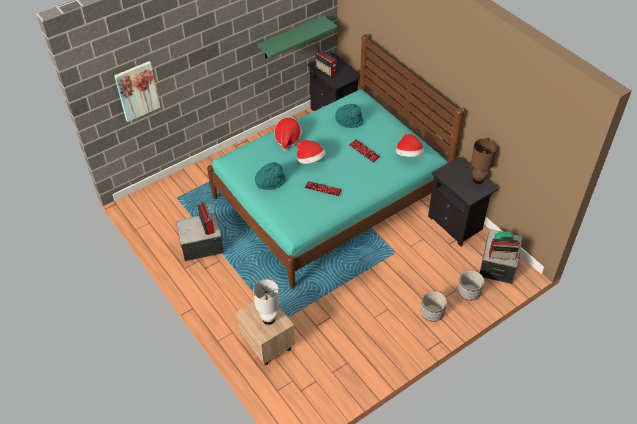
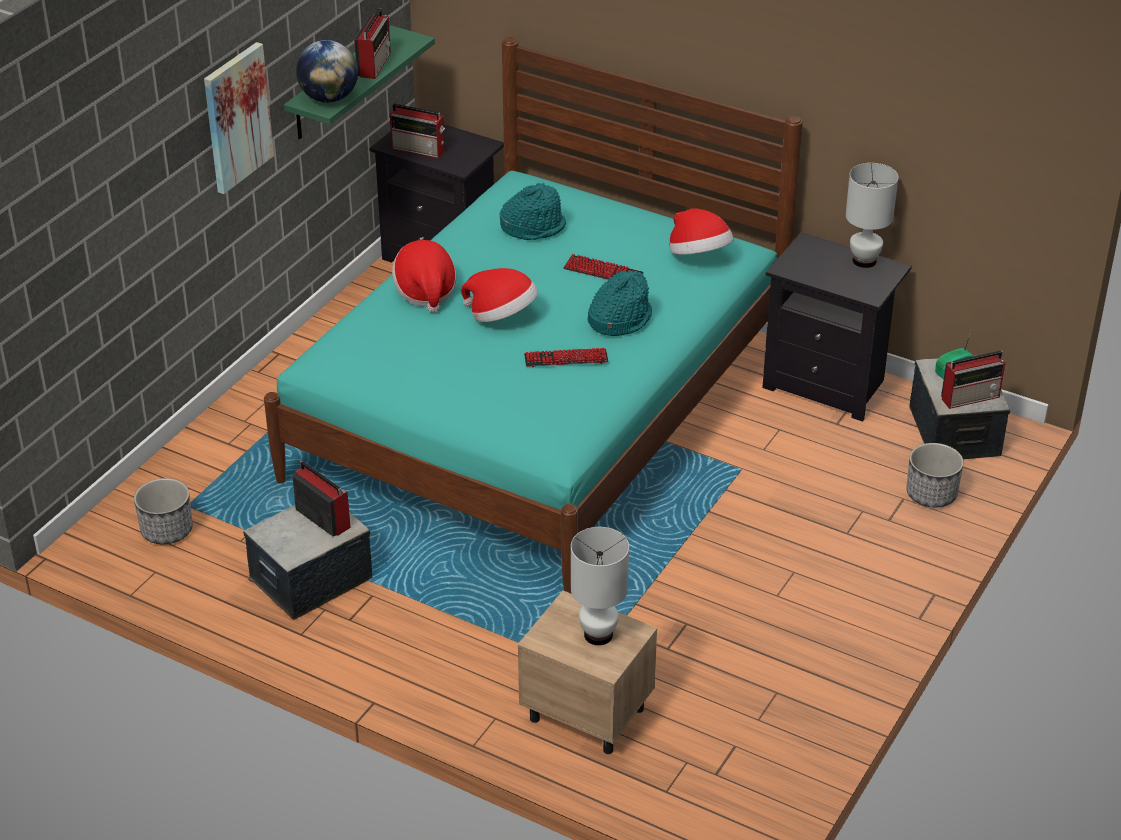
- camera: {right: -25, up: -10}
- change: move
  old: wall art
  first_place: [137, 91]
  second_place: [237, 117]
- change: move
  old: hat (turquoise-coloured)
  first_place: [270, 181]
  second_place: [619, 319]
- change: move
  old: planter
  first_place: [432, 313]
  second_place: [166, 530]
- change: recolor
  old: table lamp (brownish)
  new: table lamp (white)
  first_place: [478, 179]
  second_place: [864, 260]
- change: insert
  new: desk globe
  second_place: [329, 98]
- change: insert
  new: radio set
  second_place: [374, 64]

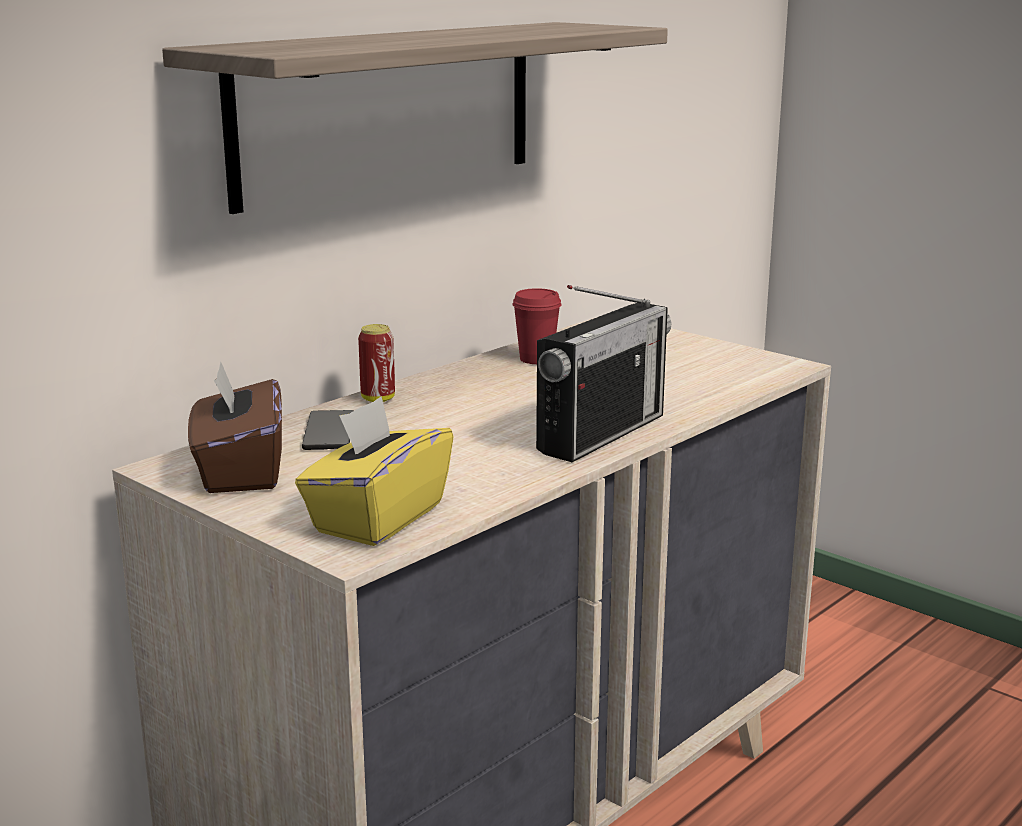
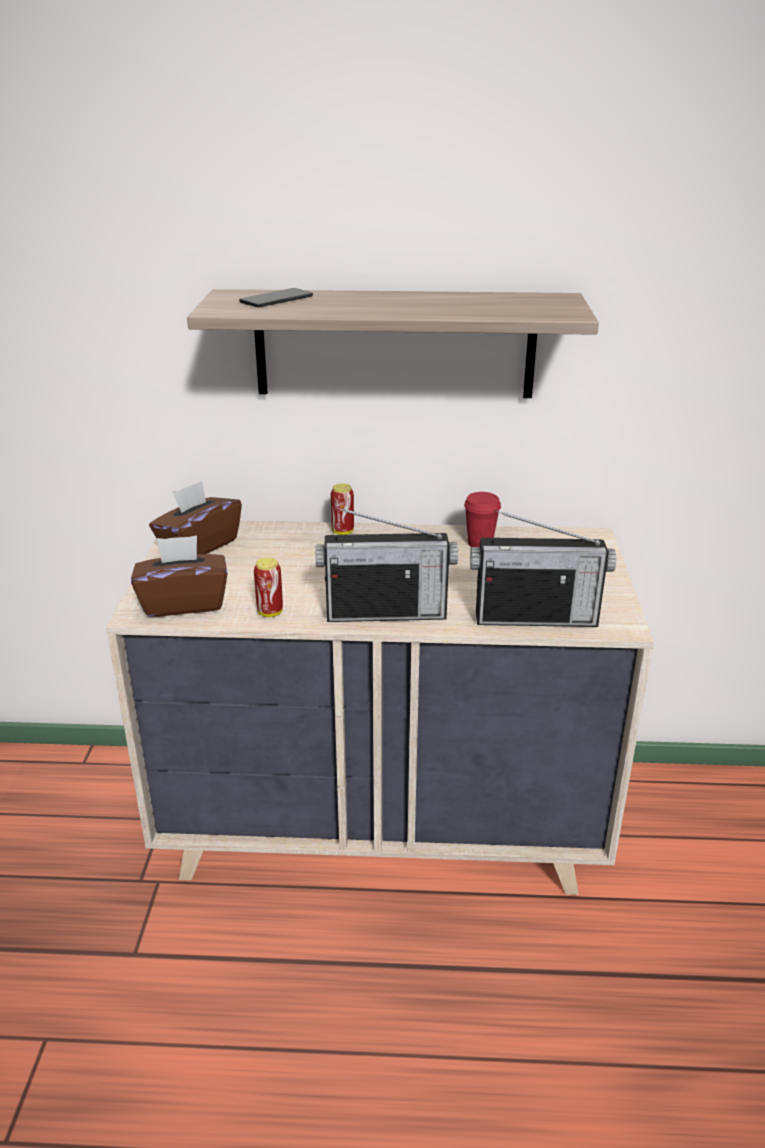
- camera: {right: 50, up: 10}
- change: recolor
  old: box of tissues (yellowish)
  new: box of tissues (brownish)
  first_place: [377, 518]
  second_place: [184, 603]
- change: move
  old: telephone
  first_place: [329, 432]
  second_place: [276, 299]
- change: insert
  new: sealed can
  second_place: [270, 612]
- change: insert
  new: radio set
  second_place: [535, 618]

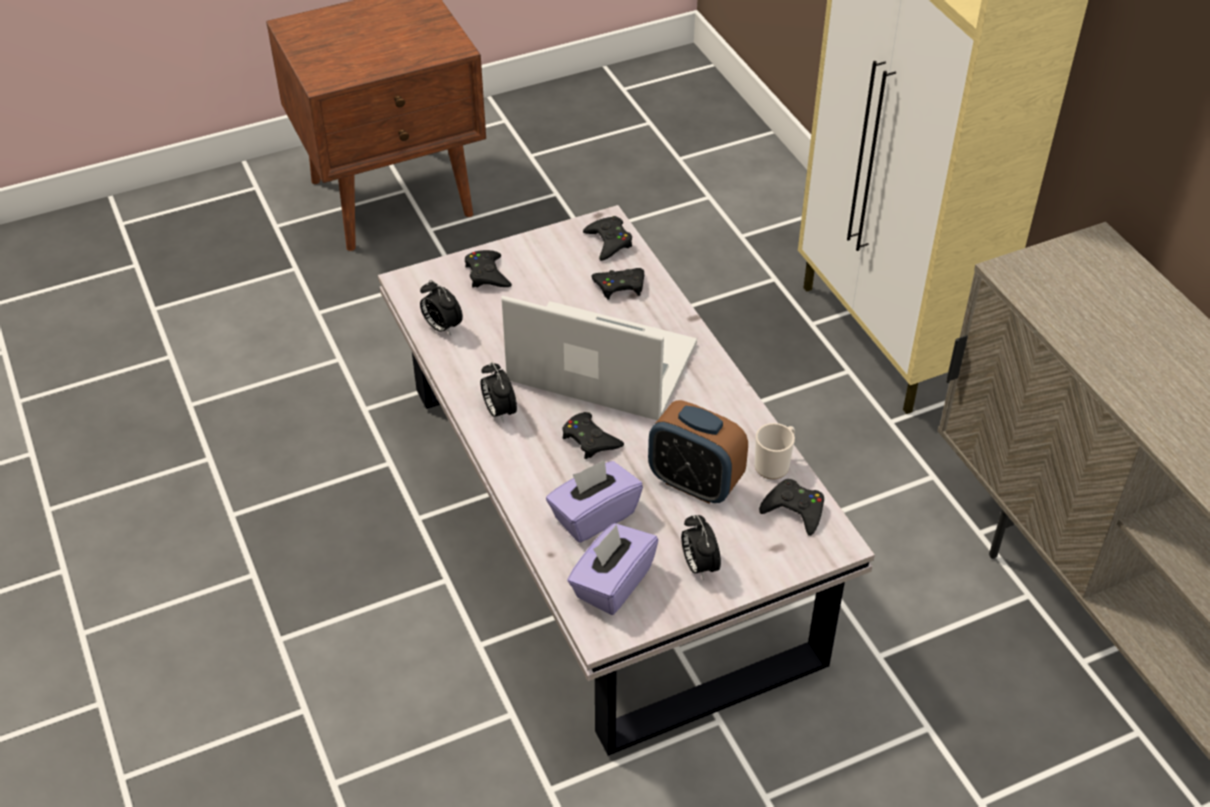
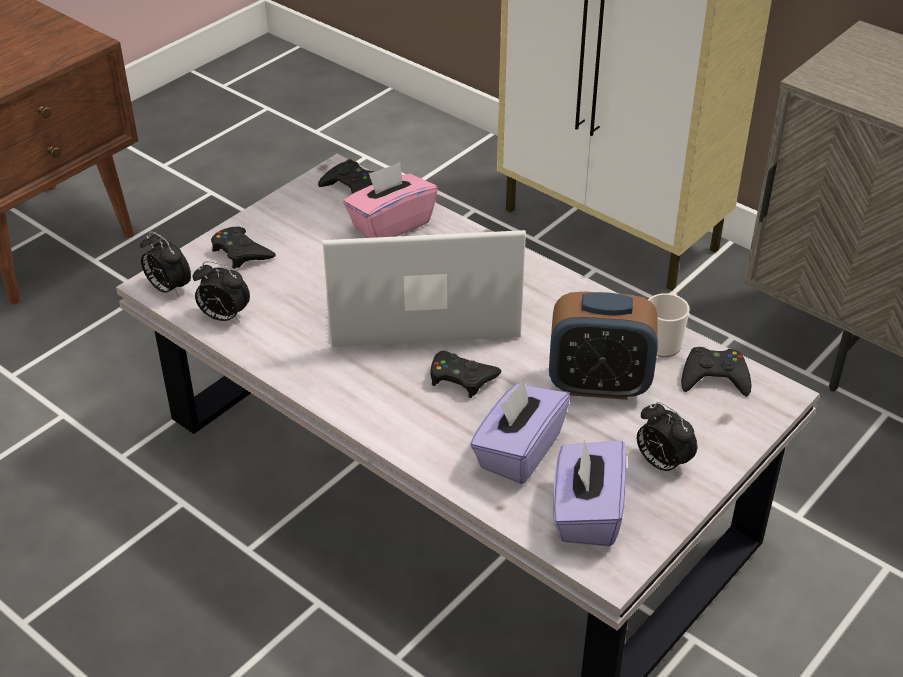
- camera: {right: -25, up: -5}
- change: move
  old: table clock
  first_place: [499, 411]
  second_place: [168, 288]
- change: replace
  old: game controller (black)
  new: box of tissues (pinkish)
  first_place: [620, 286]
  second_place: [390, 225]

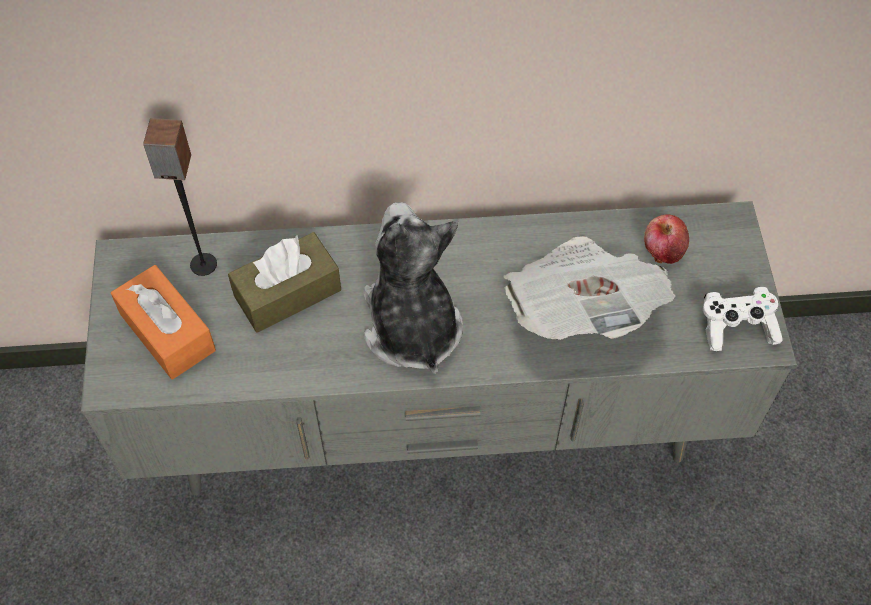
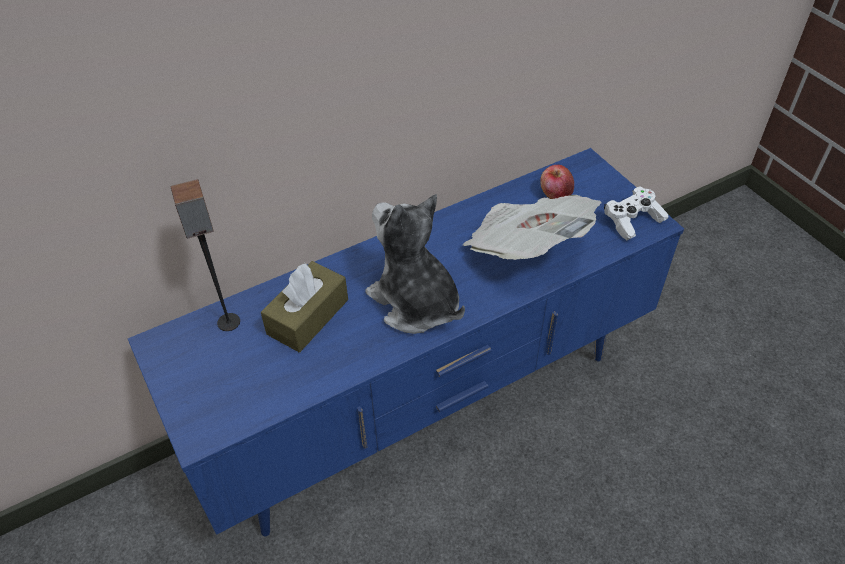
- camera: {right: -25, up: -10}
- change: recolor
  old: media console (greyish)
  new: media console (bluish)
  first_place: [435, 428]
  second_place: [424, 409]
- change: delete
  old: box of tissues (orangey)
  first_place: [167, 332]

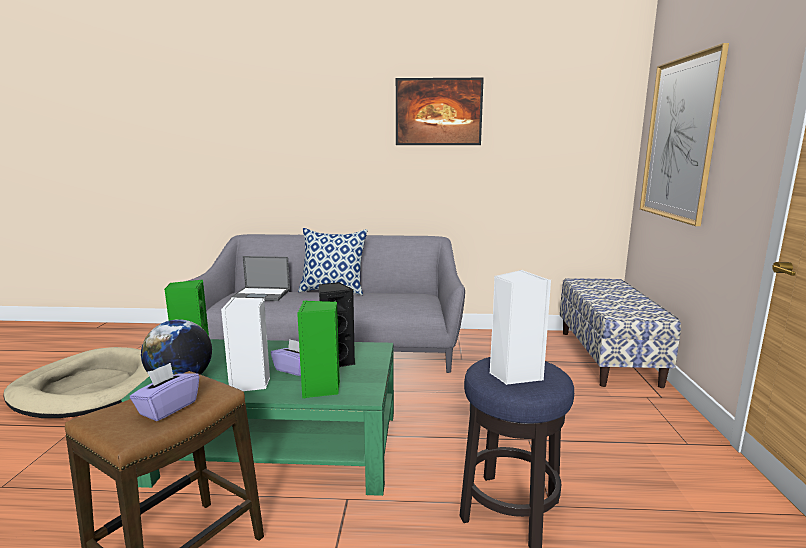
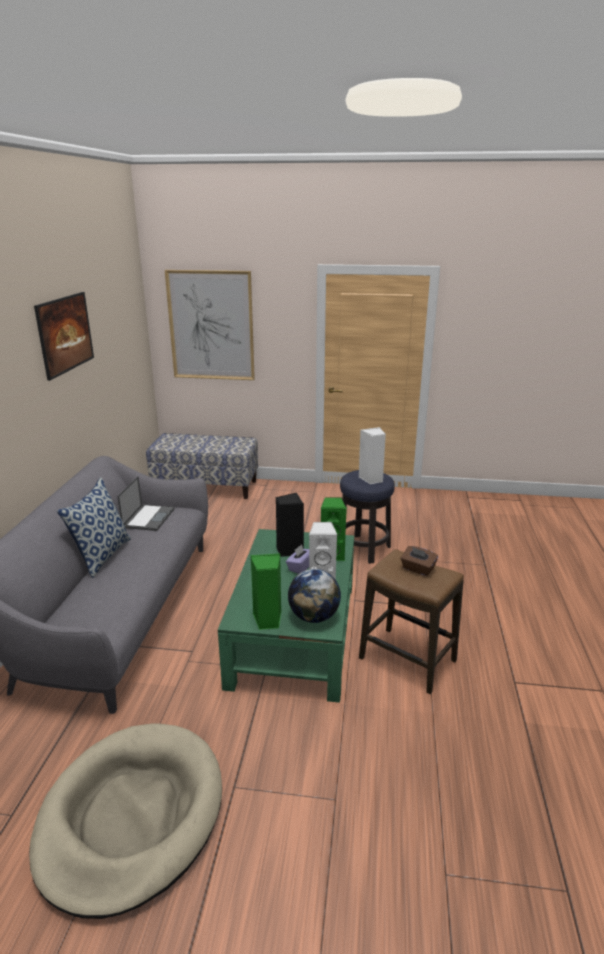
- camera: {right: -85, up: 10}
- change: recolor
  old: box of tissues (purple)
  new: box of tissues (brownish)
  first_place: [167, 408]
  second_place: [417, 569]
- change: move
  old: notebook computer
  first_place: [262, 294]
  second_place: [148, 517]

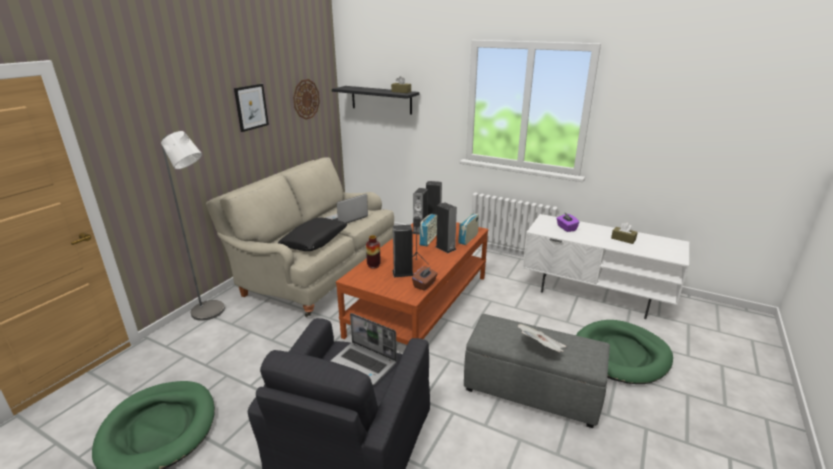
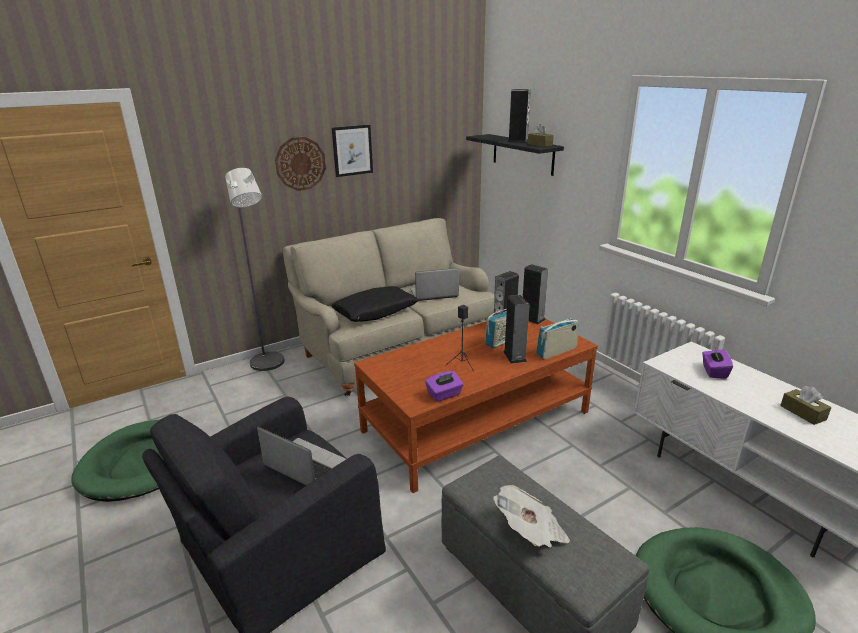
- camera: {right: 30, up: 0}
- change: move
  old: clock on the wall
  first_place: [306, 99]
  second_place: [300, 163]
- change: rotate
  old: notebook computer
  first_place: [363, 364]
  second_place: [304, 465]
  degrees: 150
- change: delete
  old: decorative vase
  first_place: [373, 265]
- change: move
  old: loudspeaker
  first_place: [403, 273]
  second_place: [518, 141]
- change: recolor
  old: box of tissues (brownish)
  new: box of tissues (purple)
  first_place: [425, 285]
  second_place: [444, 395]

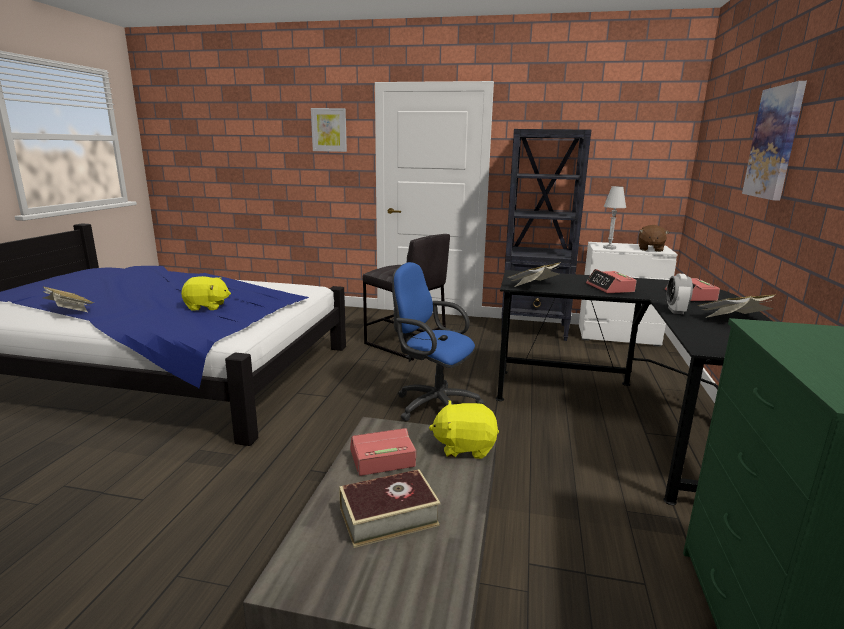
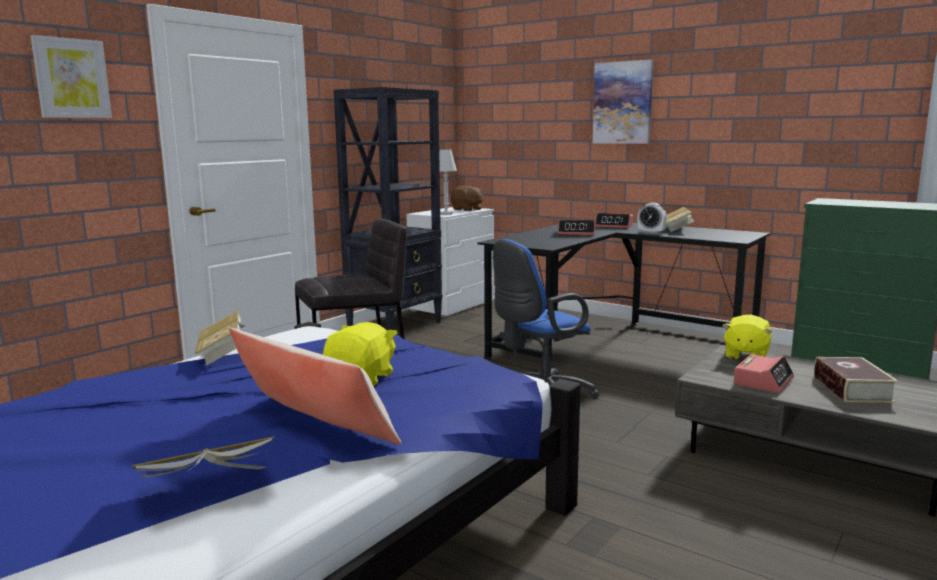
- camera: {right: -65, up: -5}
- change: rotate
  old: table clock
  first_place: [382, 458]
  second_place: [763, 381]
  degrees: -150
- change: move
  old: bound book
  first_place: [534, 285]
  second_place: [223, 353]
- change: insert
  new: pillow (beige)
  second_place: [313, 425]

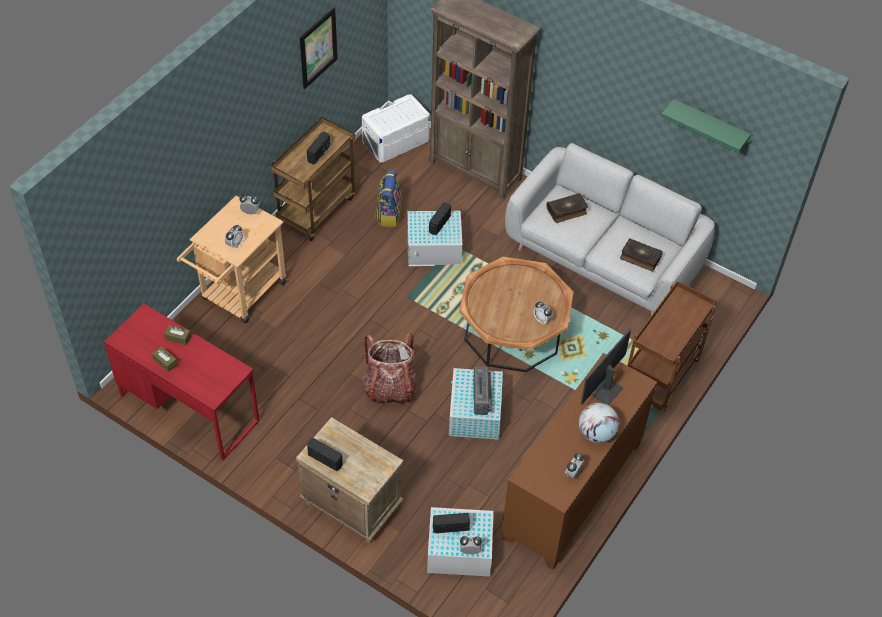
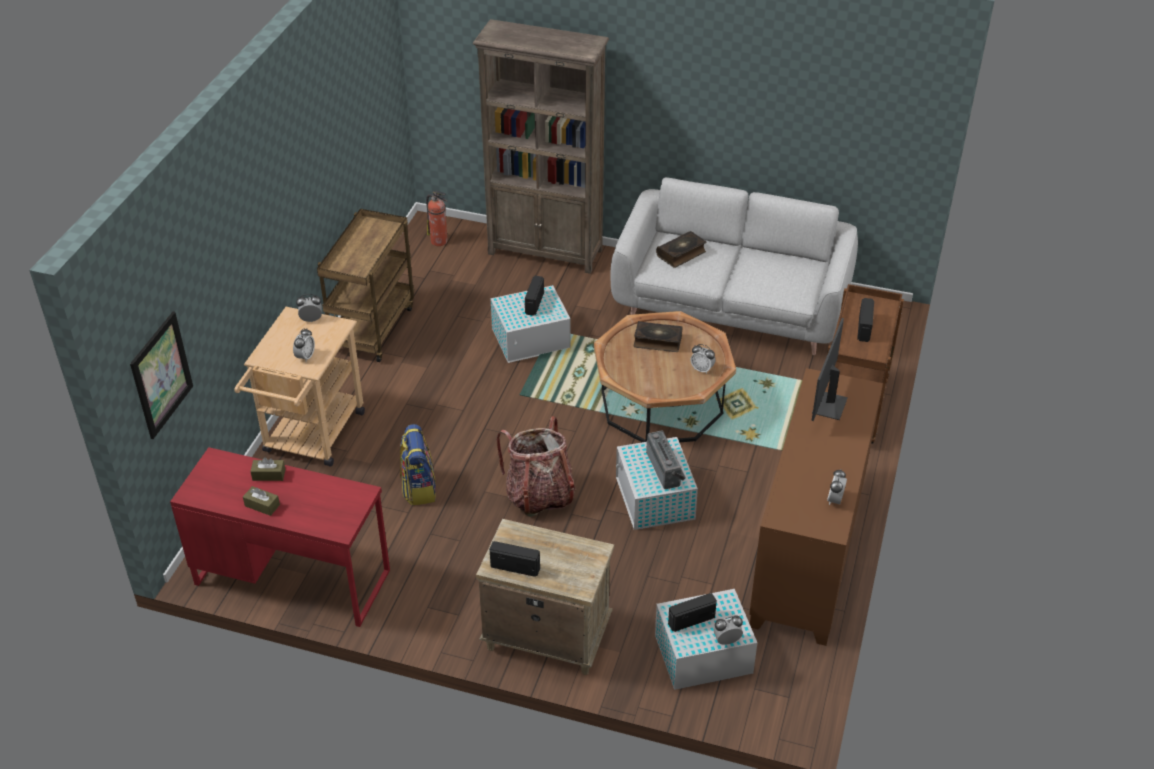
- camera: {right: -15, up: -10}
- change: move
  old: wall art
  first_place: [318, 48]
  second_place: [161, 375]
- change: move
  old: radio set
  first_place: [319, 154]
  second_place: [864, 328]
- change: replace
  old: storage container (white)
  new: extinguisher
  first_place: [395, 141]
  second_place: [440, 241]
- change: move
  old: rucksack
  first_place: [388, 214]
  second_place: [418, 488]
- change: delete
  old: desk globe
  first_place: [596, 433]
- change: move
  old: bound book
  first_place: [640, 258]
  second_place: [657, 341]
- change: delete
  old: bracket shelf (green-coloured)
  first_place: [709, 126]

